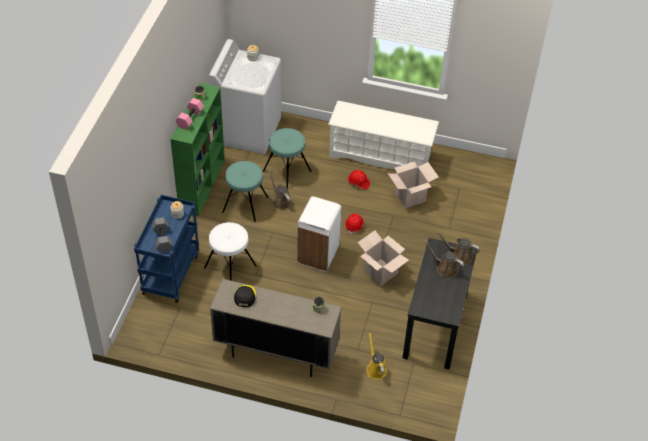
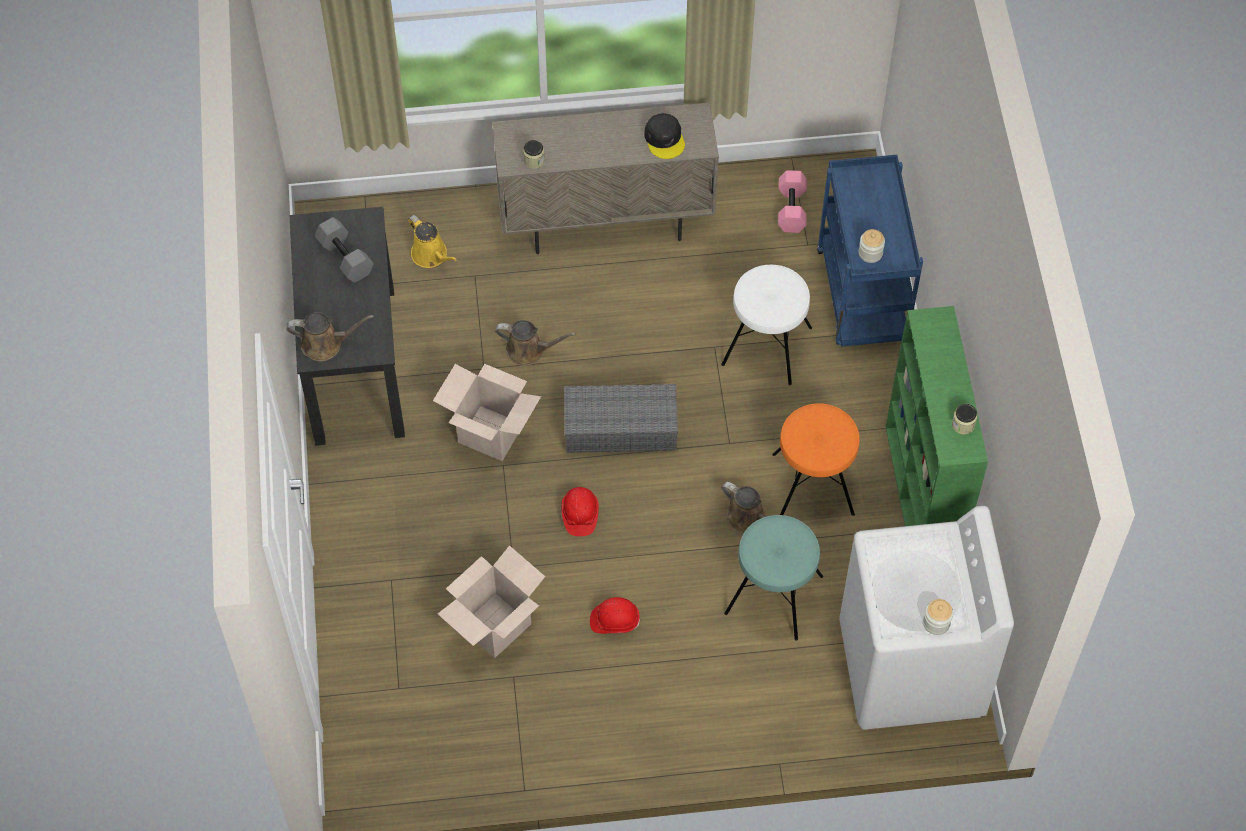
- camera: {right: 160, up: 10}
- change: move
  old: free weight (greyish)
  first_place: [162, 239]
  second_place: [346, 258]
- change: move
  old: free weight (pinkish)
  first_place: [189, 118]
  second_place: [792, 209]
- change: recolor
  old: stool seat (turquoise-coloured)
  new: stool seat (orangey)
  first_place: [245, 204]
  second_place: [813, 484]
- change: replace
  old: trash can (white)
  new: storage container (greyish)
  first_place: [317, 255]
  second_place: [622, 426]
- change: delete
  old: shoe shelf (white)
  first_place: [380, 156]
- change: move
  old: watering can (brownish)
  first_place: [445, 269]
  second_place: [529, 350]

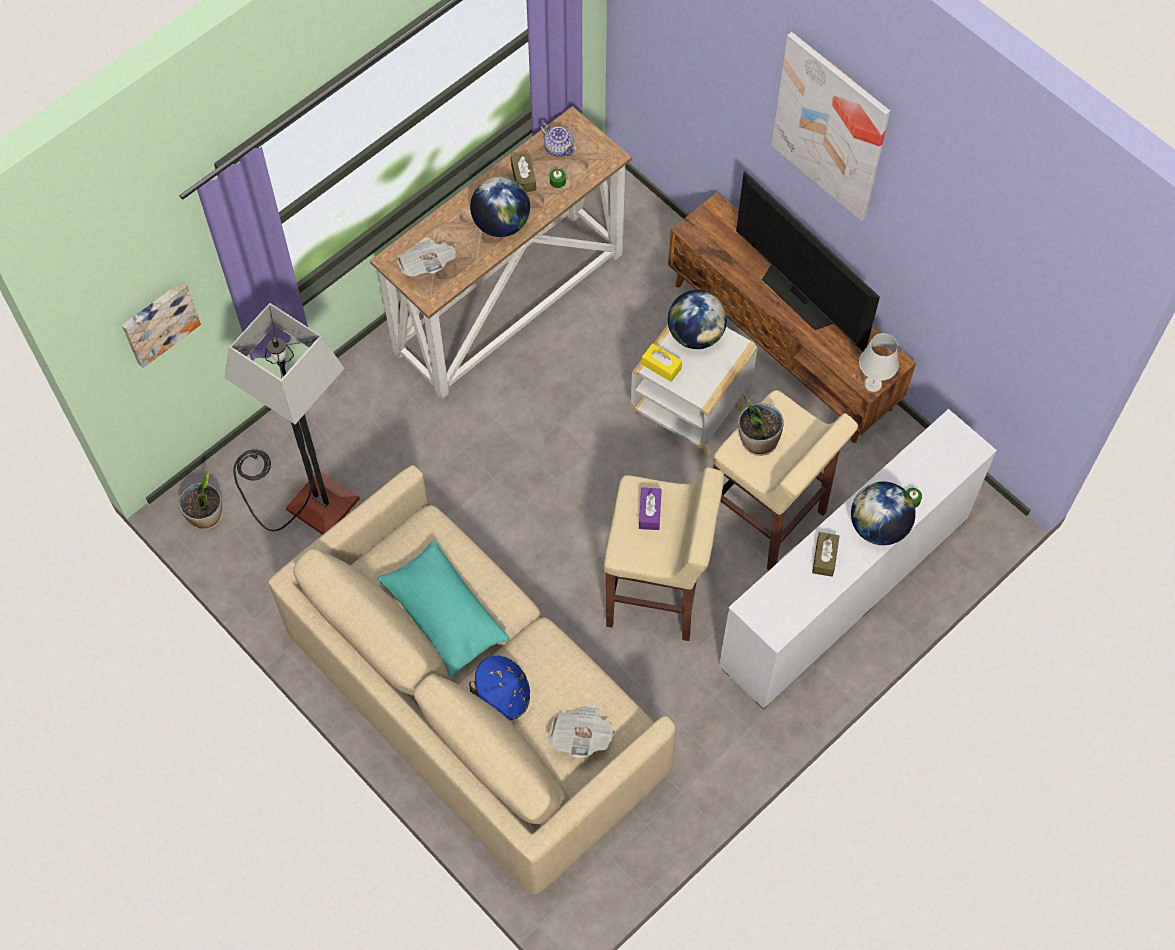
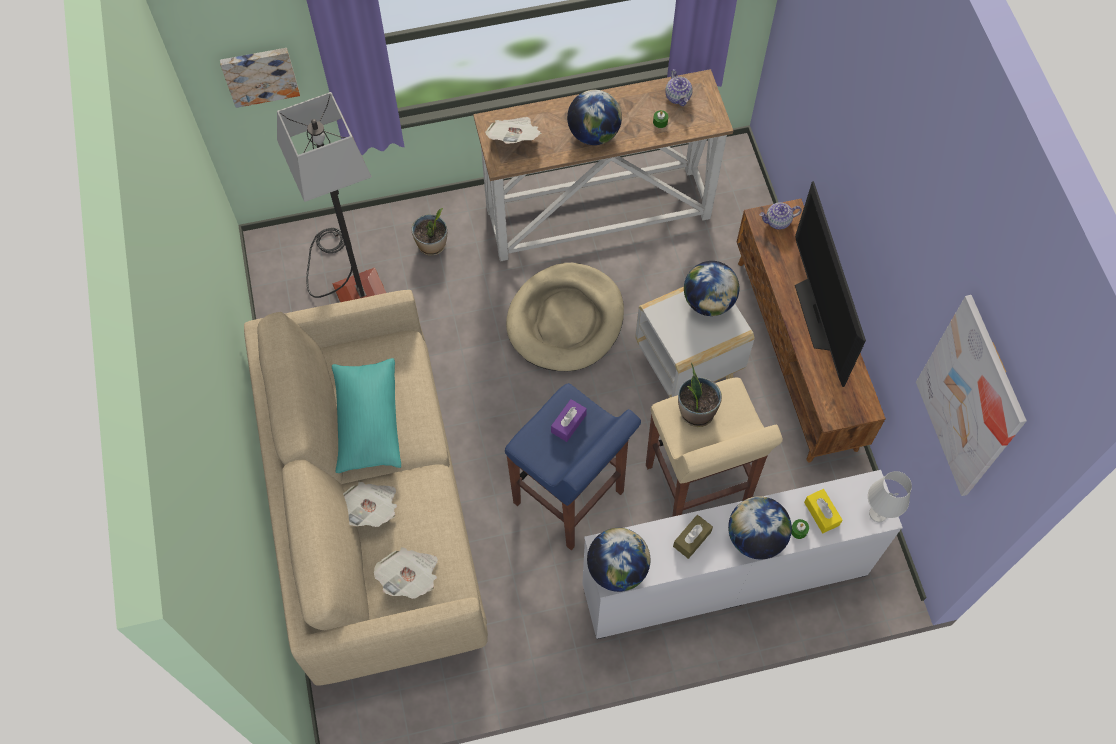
- camera: {right: 30, up: 0}
- change: move
  old: plant in a pot
  first_place: [206, 516]
  second_place: [432, 245]
- change: replace
  old: hat (bluish)
  new: printed paper
  first_place: [503, 694]
  second_place: [371, 509]
- change: delete
  old: box of tissues (brownish)
  first_place: [523, 178]
- change: recolor
  old: stool seat (beige)
  new: stool seat (bluish)
  first_place: [657, 594]
  second_place: [569, 499]
- change: move
  old: box of tissues (yellowish)
  first_place: [661, 366]
  second_place: [821, 513]
- change: move
  old: wall art
  first_place: [830, 126]
  second_place: [970, 398]
- change: move
  old: table lamp (white)
  first_place: [872, 384]
  second_place: [877, 514]
- change: insert
  new: dog cushion (beige)
  second_place: [565, 320]
- change: insert
  new: desk globe
  second_place: [617, 569]
- change: insert
  new: pot for tea
  second_place: [777, 222]

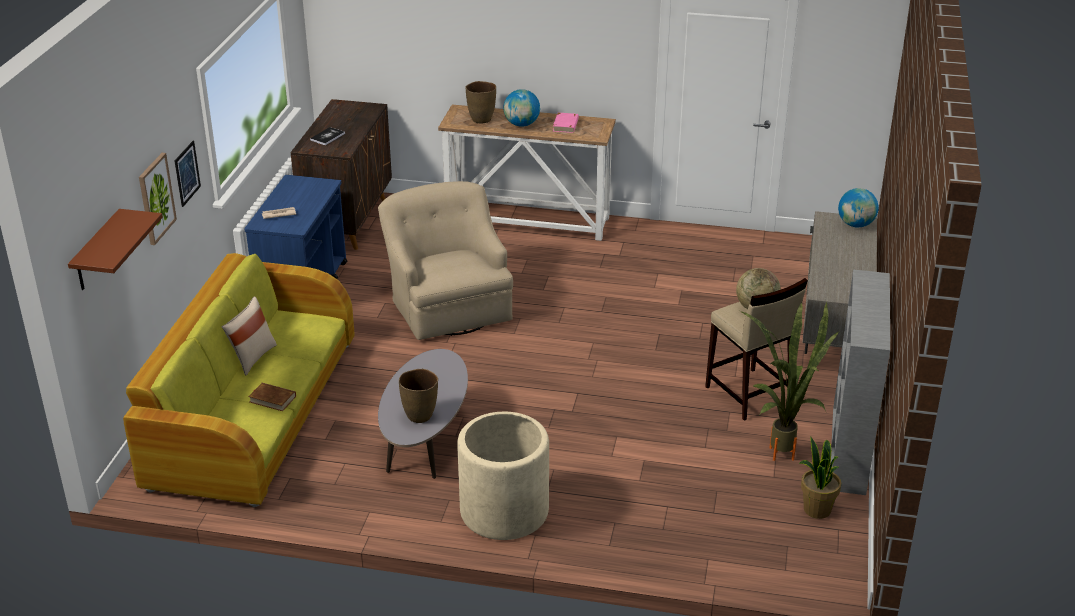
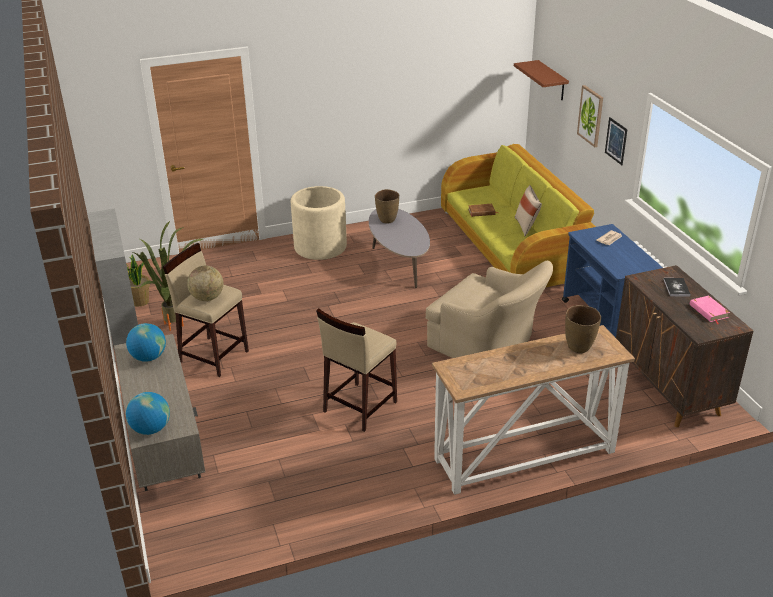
- camera: {right: 150, up: 0}
- change: move
  old: desk globe
  first_place: [522, 124]
  second_place: [148, 357]
- change: move
  old: bound book (pinkish)
  first_place: [566, 125]
  second_place: [708, 311]
- change: insert
  new: stool seat (beige)
  second_place: [359, 407]

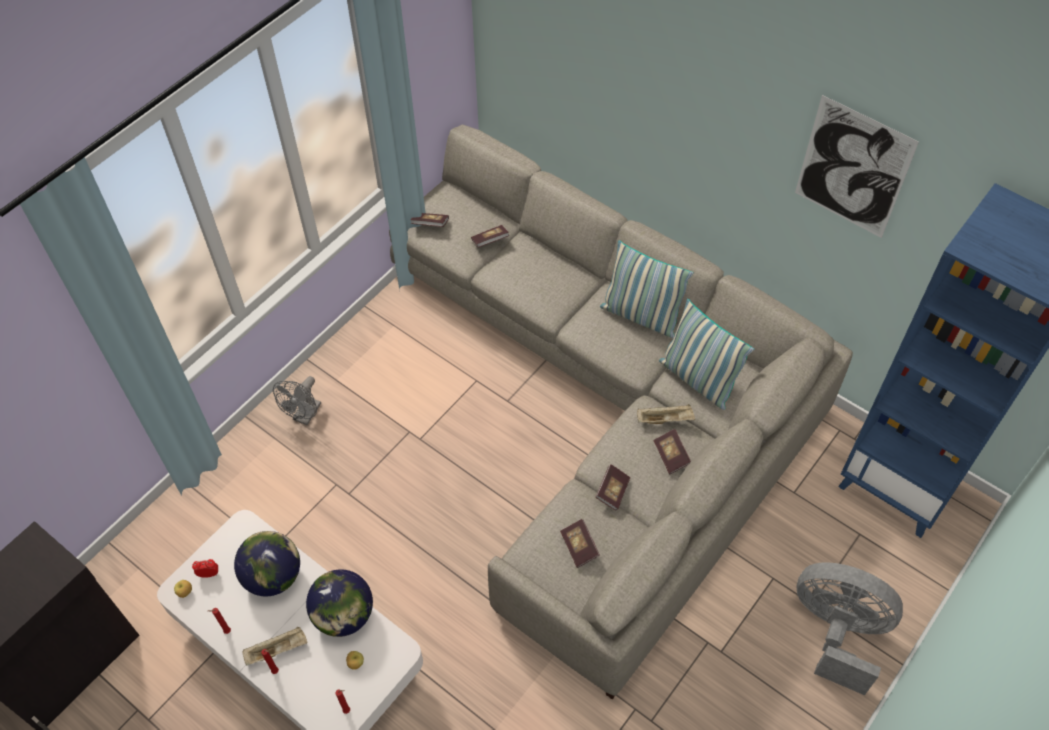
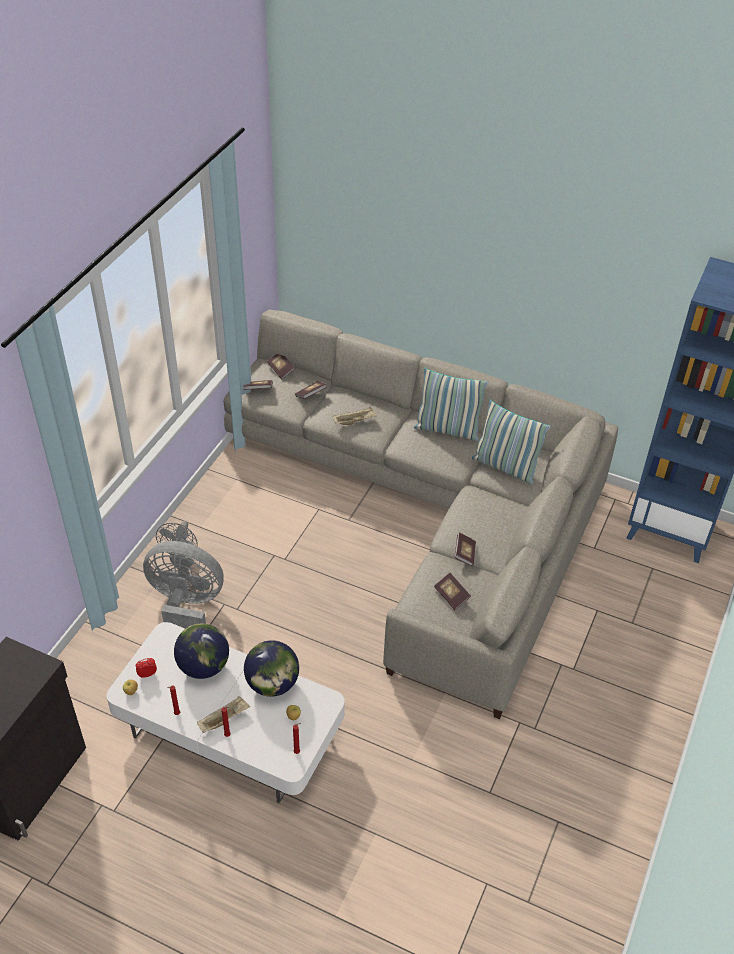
- camera: {right: -15, up: -10}
- change: move
  old: serving tray (beige)
  first_place: [665, 419]
  second_place: [354, 421]
- change: move
  old: bound book
  first_place: [671, 456]
  second_place: [281, 370]
- change: delete
  old: wall art
  first_place: [853, 168]
- change: move
  old: cooling fan (greyish)
  first_place: [837, 631]
  second_place: [186, 607]

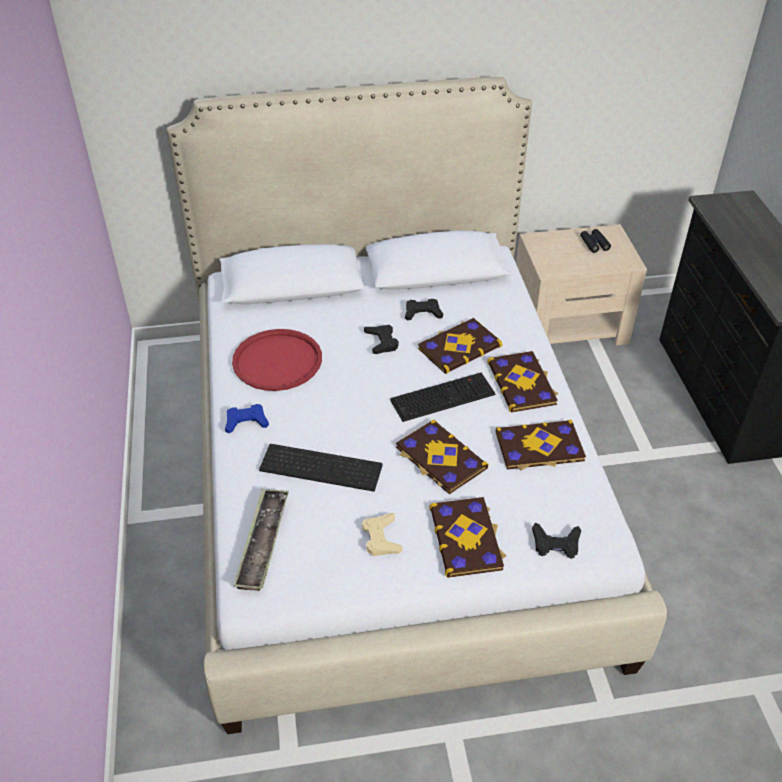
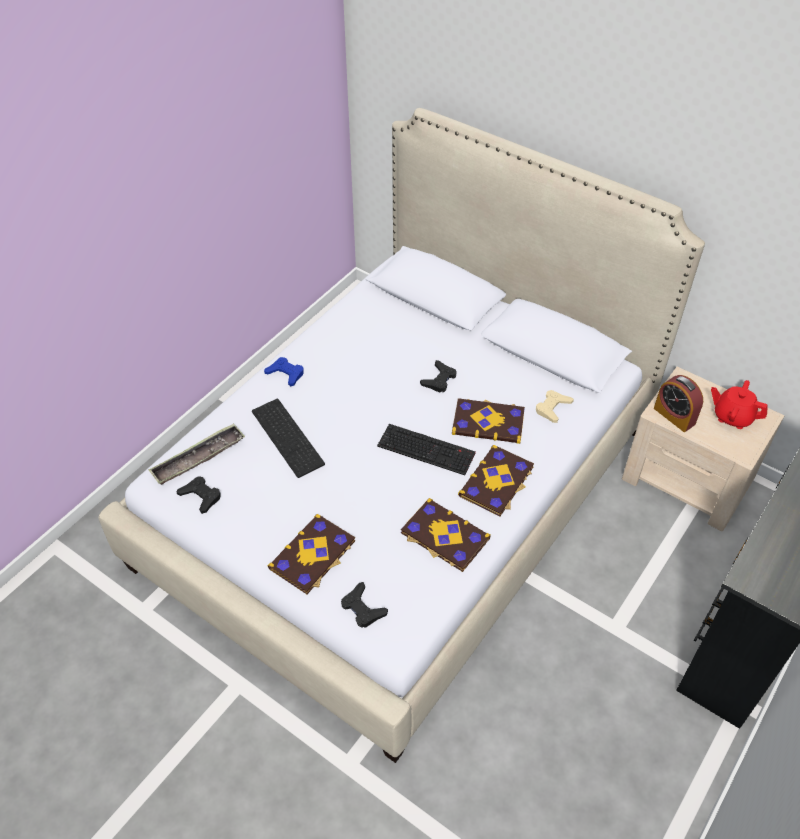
- camera: {right: 45, up: 5}
- change: delete
  old: serving tray (reddish)
  first_place: [277, 361]
- change: move
  old: game controller (beige)
  first_place: [381, 538]
  second_place: [552, 408]
- change: delete
  old: bound book
  first_place: [440, 458]
- change: move
  old: game controller (black)
  first_place: [422, 313]
  second_place: [201, 496]
- change: replace
  old: binoculars (black)
  new: pot for tea (reddish)
  first_place: [594, 244]
  second_place: [732, 416]
- change: insert
  new: table clock
  second_place: [674, 416]

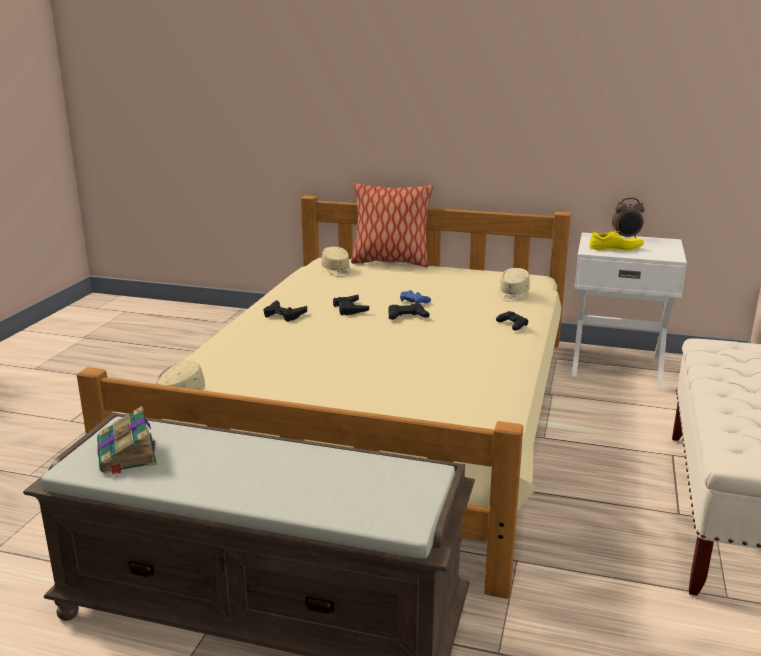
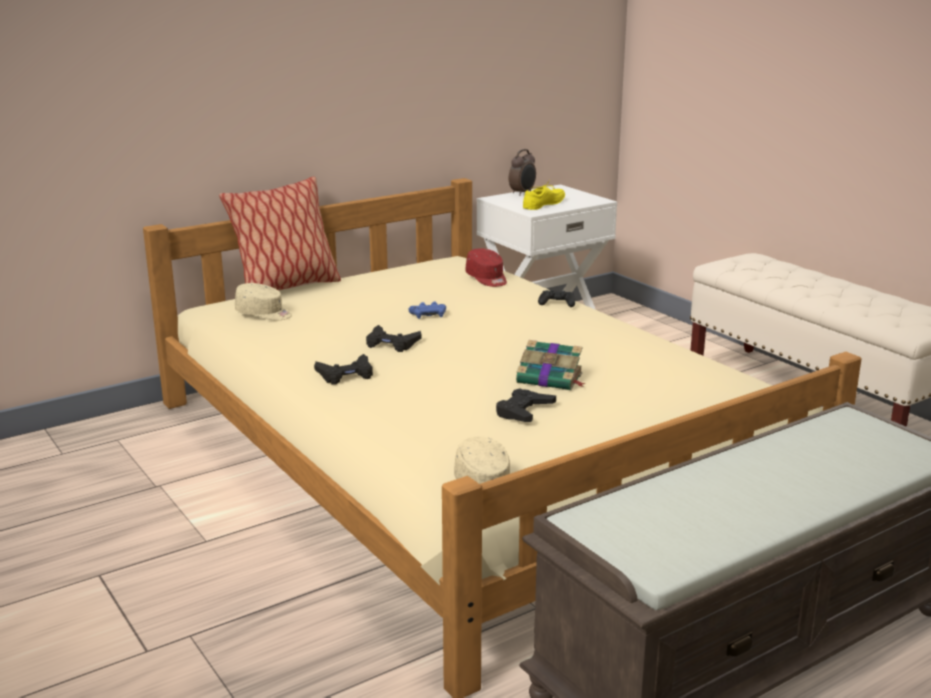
- camera: {right: -50, up: 0}
- change: move
  old: bound book
  first_place: [127, 454]
  second_place: [551, 379]
- change: move
  old: game controller (black)
  first_place: [406, 316]
  second_place: [524, 411]
- change: recolor
  old: peaked cap (beige)
  new: peaked cap (reddish)
  first_place: [513, 294]
  second_place: [487, 279]

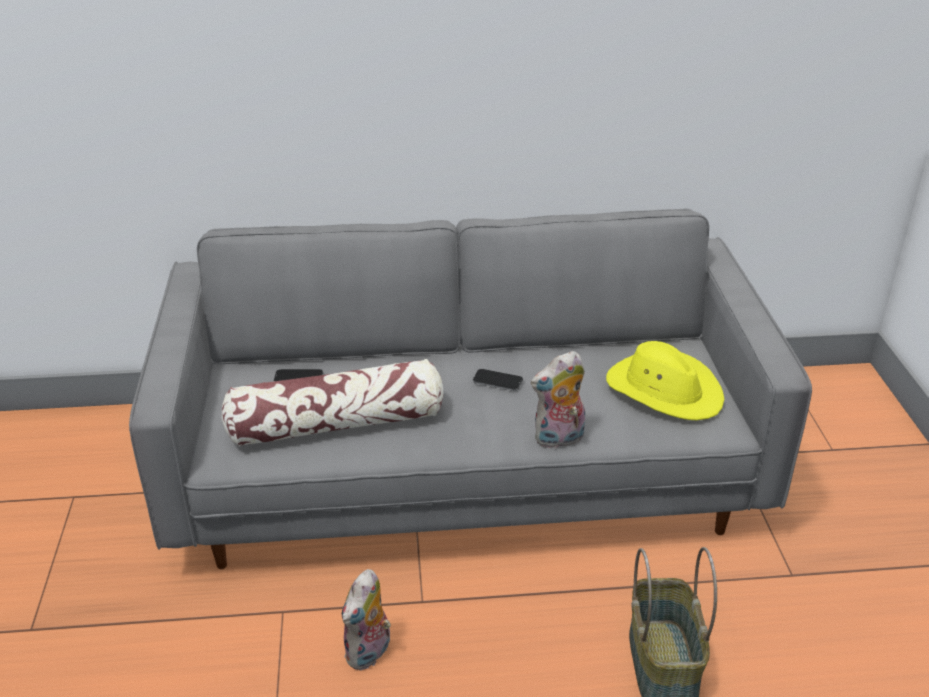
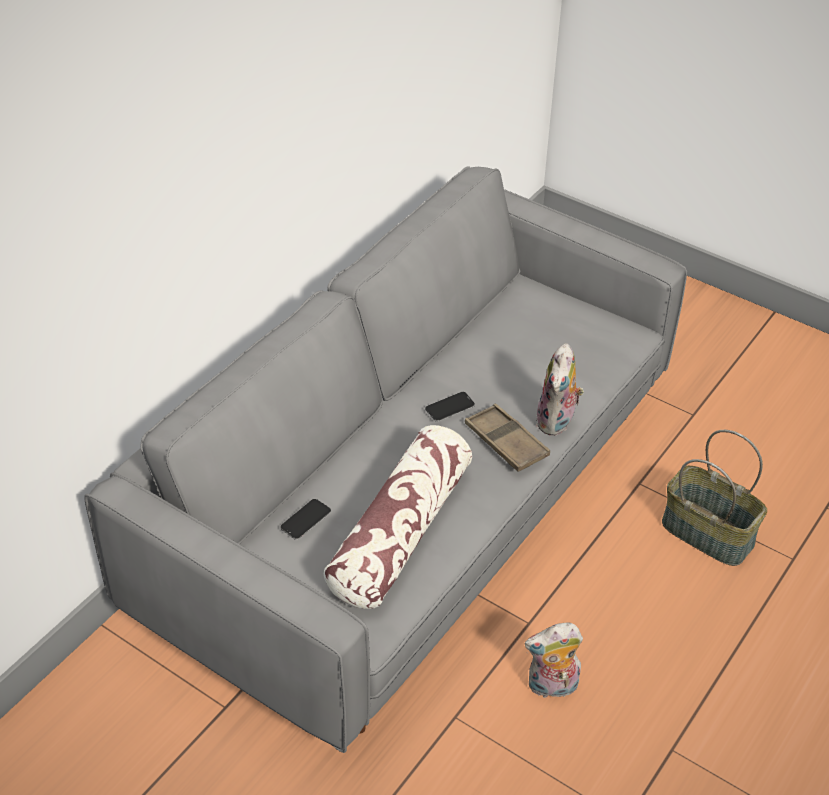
- camera: {right: -50, up: 10}
- change: rotate
  old: cuddly toy
  first_place: [369, 653]
  second_place: [551, 687]
  degrees: 105
- change: delete
  old: hat (yellowish)
  first_place: [664, 390]
- change: insert
  new: serving tray (brownish)
  second_place: [506, 442]

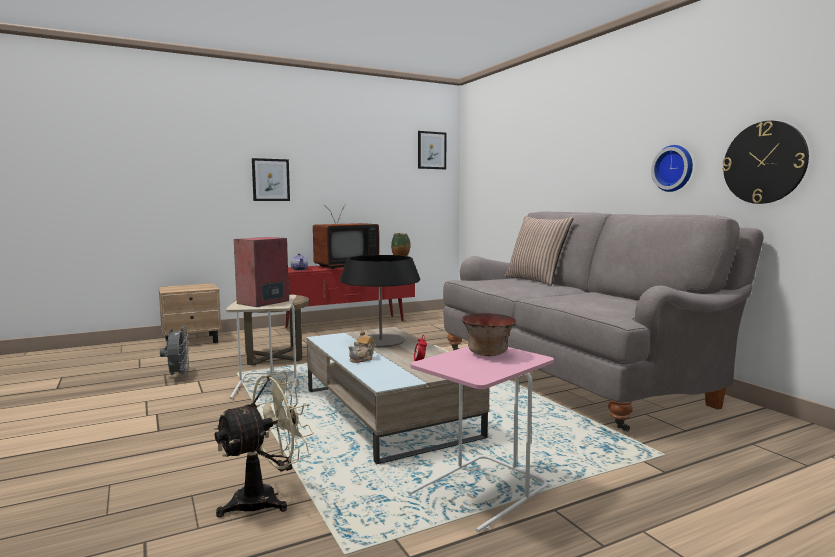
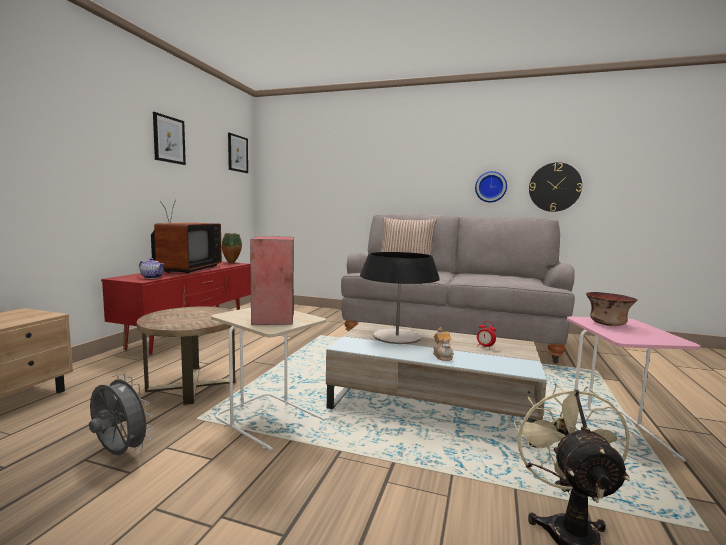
- camera: {right: -45, up: 0}
- change: move
  old: wall art
  first_place: [271, 180]
  second_place: [169, 139]

